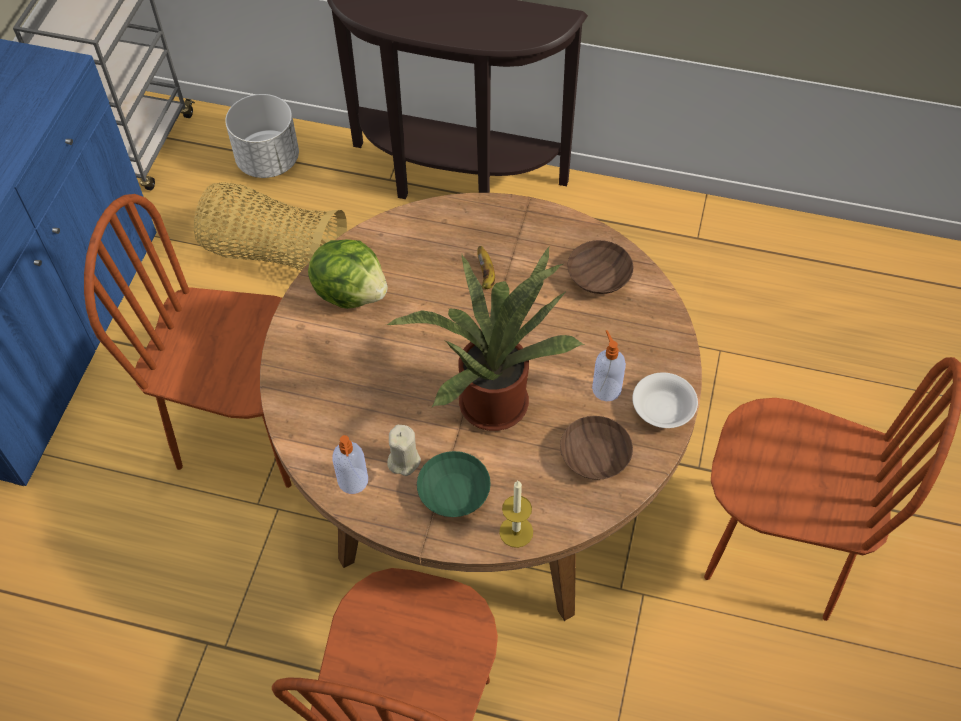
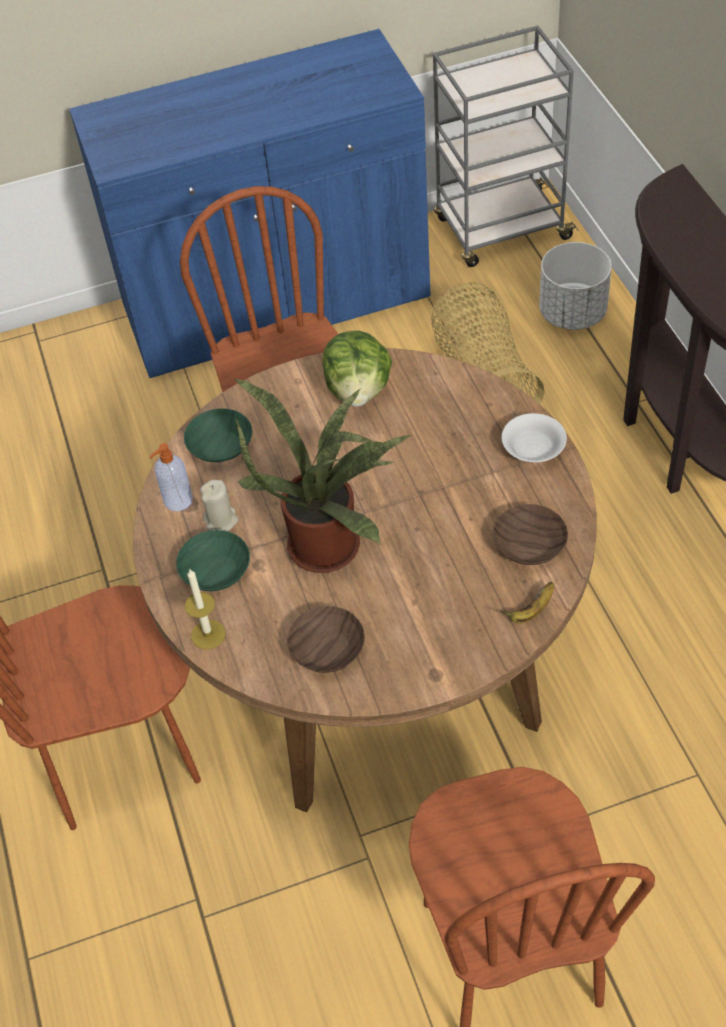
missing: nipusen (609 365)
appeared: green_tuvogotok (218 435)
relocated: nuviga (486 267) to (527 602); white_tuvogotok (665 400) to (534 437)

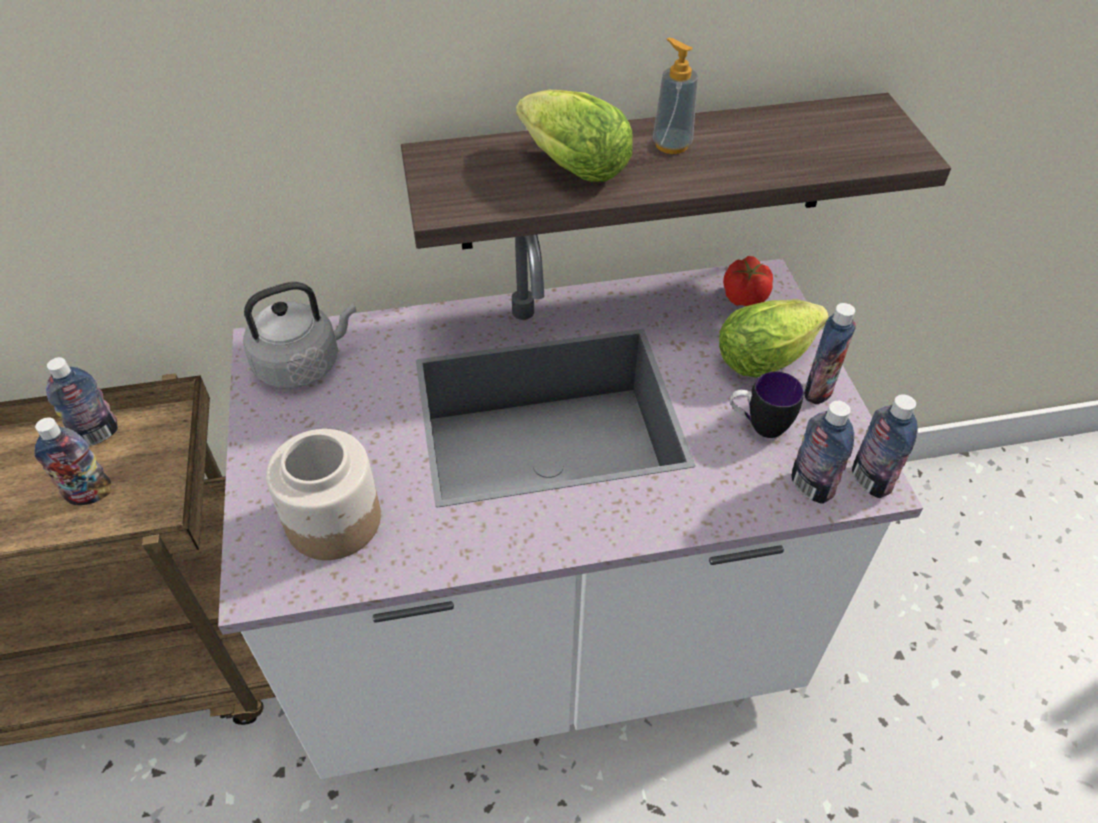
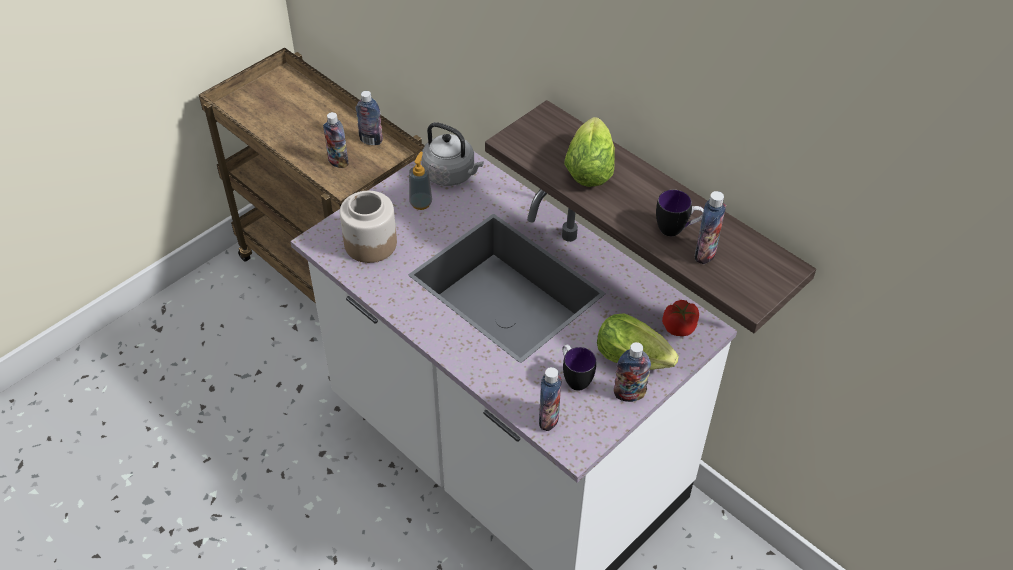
appeared: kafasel (680 213)
relocated: nipusen (675 96) to (420 181); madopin (885 446) to (710 227)

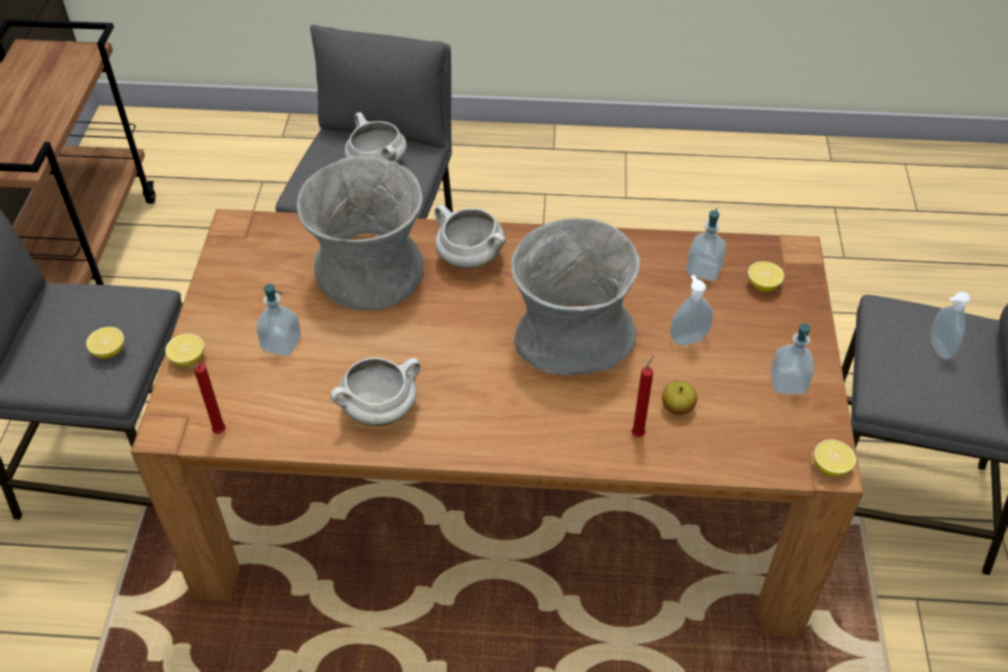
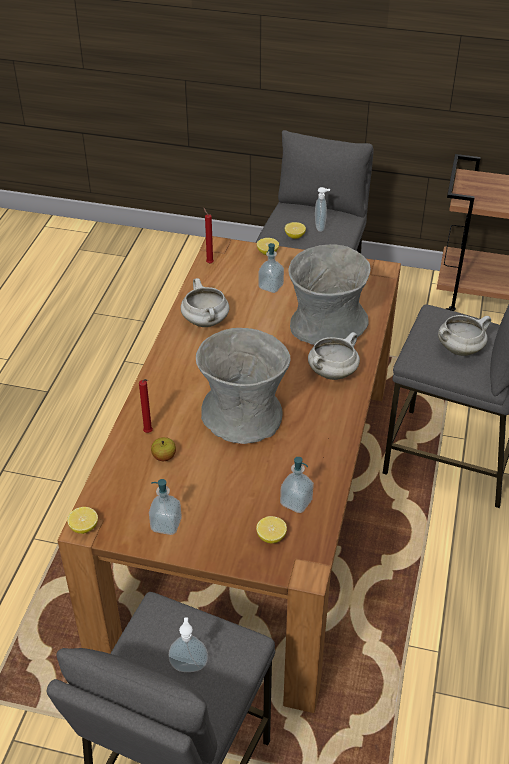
relocated: nipusen (691 310) to (322 209)

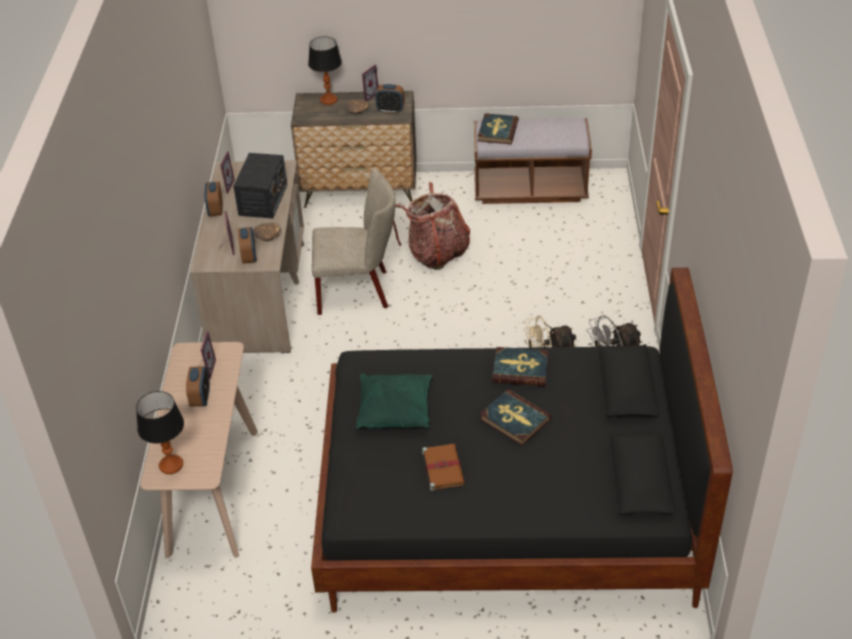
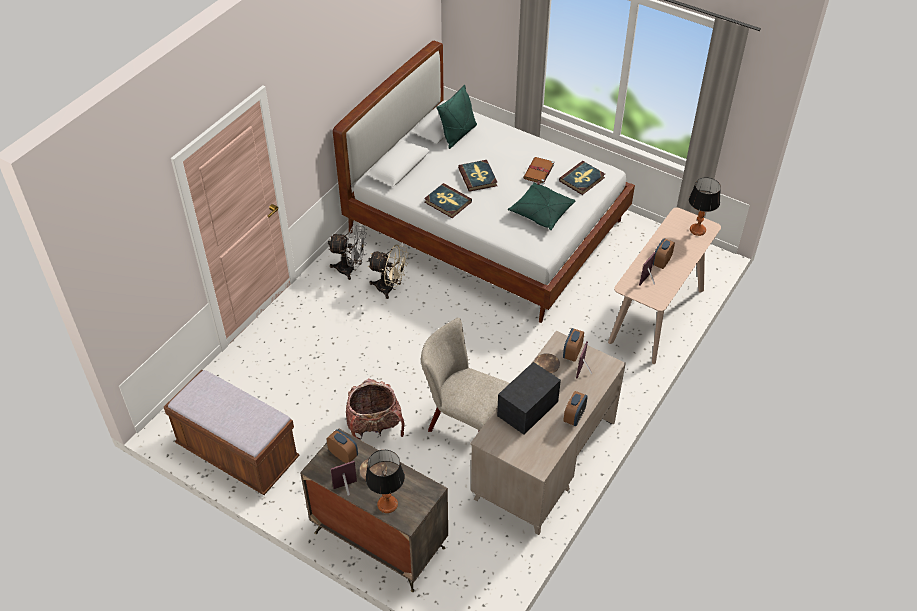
missing: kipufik (227 172)
appeared: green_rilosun (457 117)
relocated: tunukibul (498 128) to (582 178)
colour: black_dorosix (522 440) to white_dorosix (484 182)

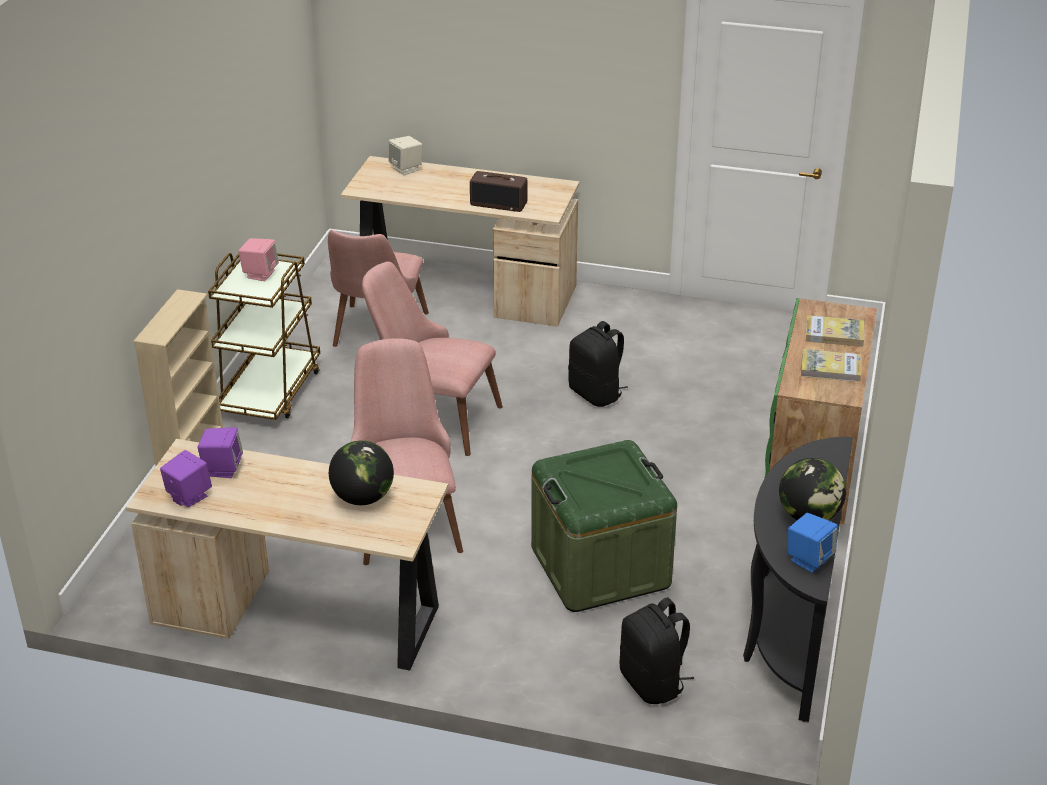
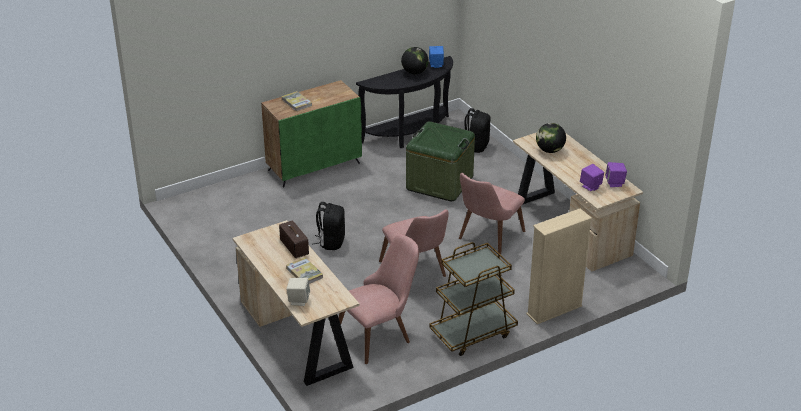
missing: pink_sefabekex (258 259)
relocated: tunukibul (831 365) to (304 270)

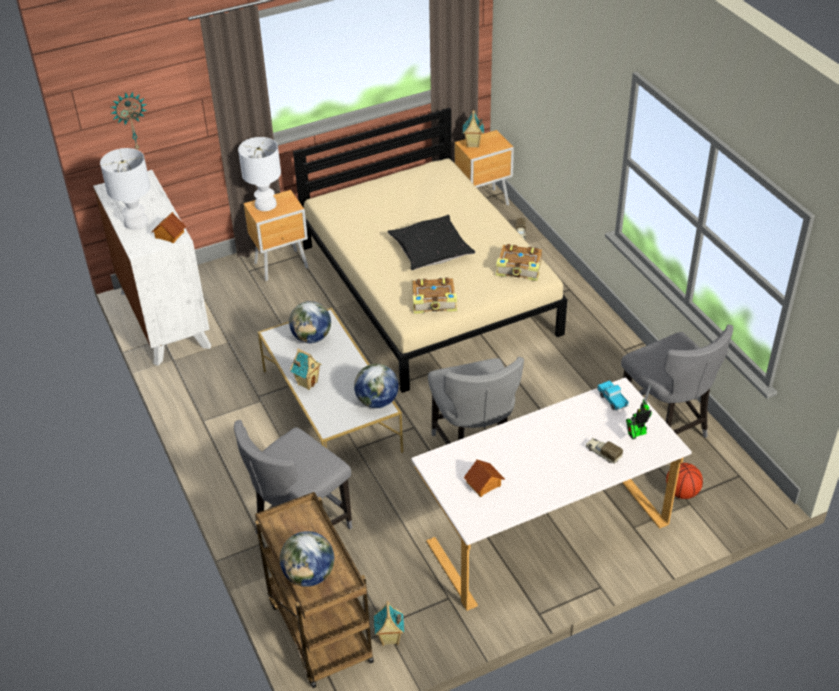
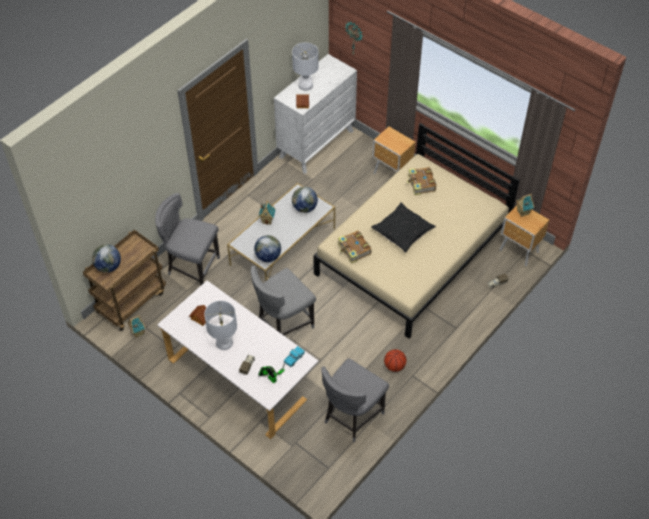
relocated: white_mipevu (259 174) to (220 325); tunukibul (519 262) to (421 181); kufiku (684 481) to (395 360)

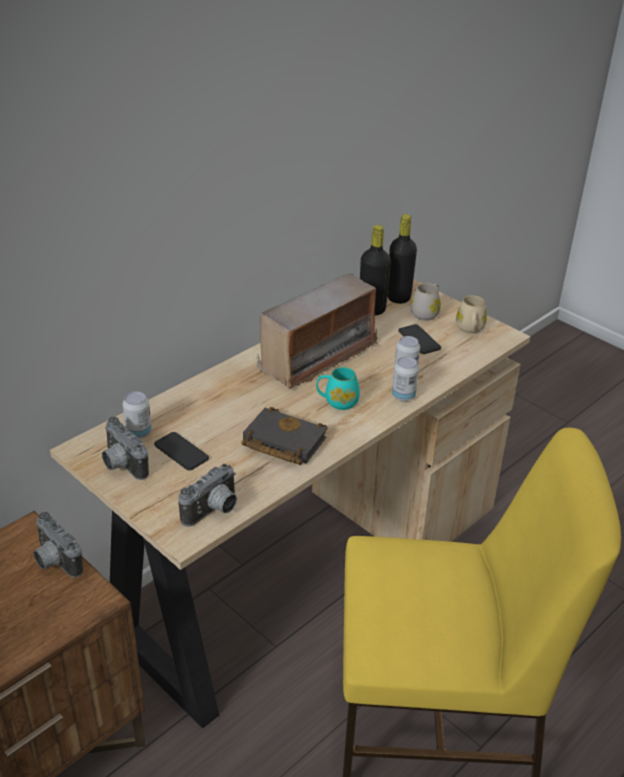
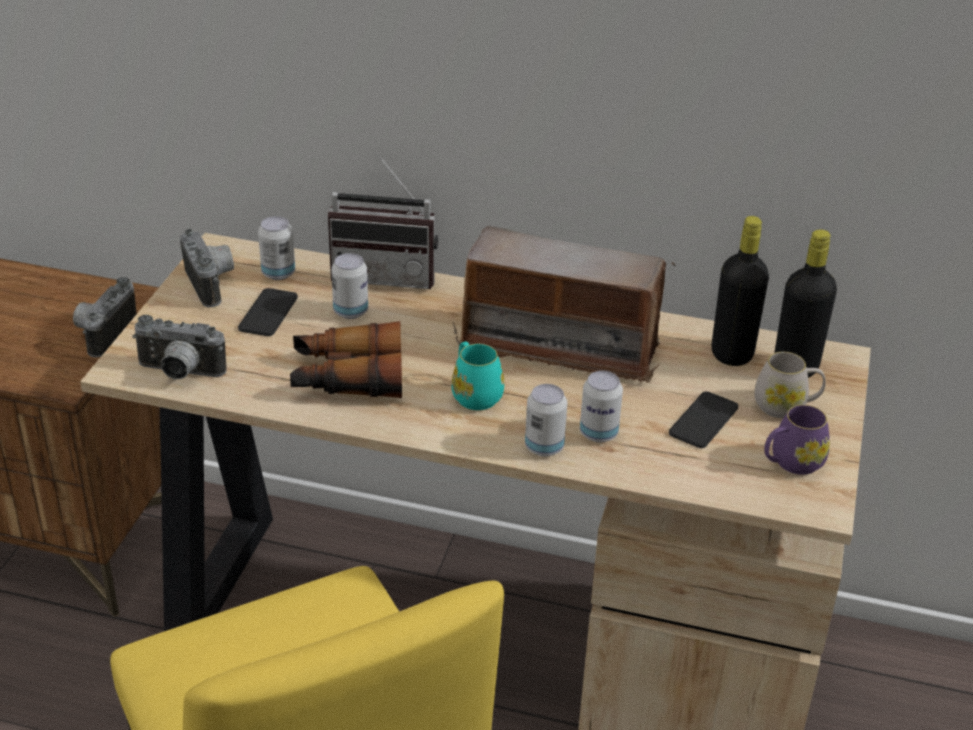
appeared: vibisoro (383 221); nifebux (349 286)
exchanged: black_tunukibul (284 436) to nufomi (346 359)
colour: beige_kafasel (471 314) to purple_kafasel (797 440)
spun: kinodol (125 448) = (207 268) 135 degrees clockwise

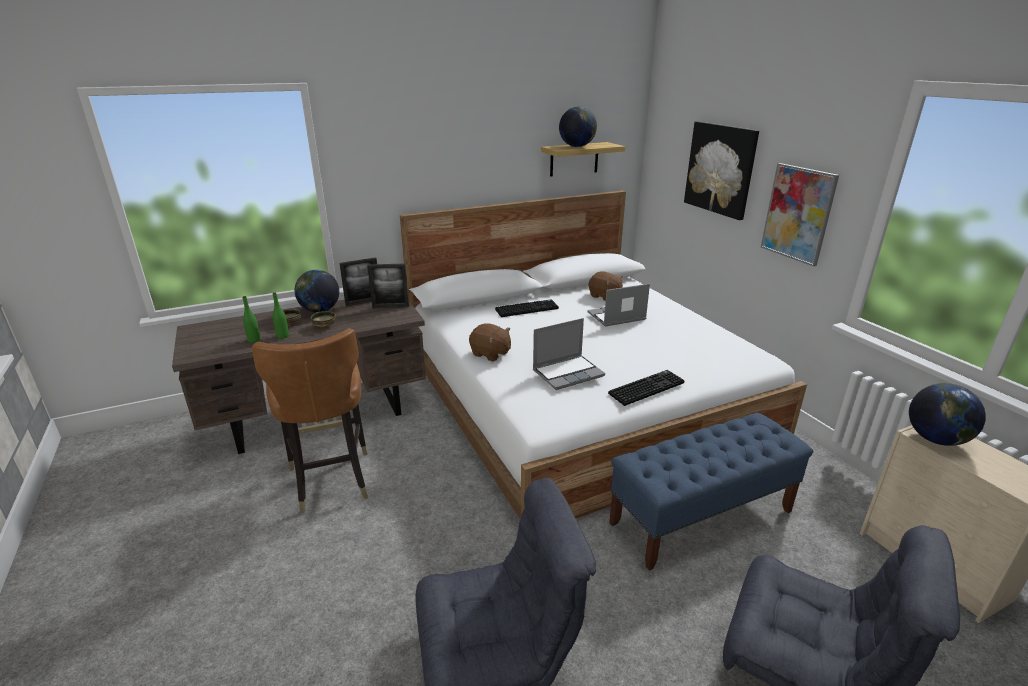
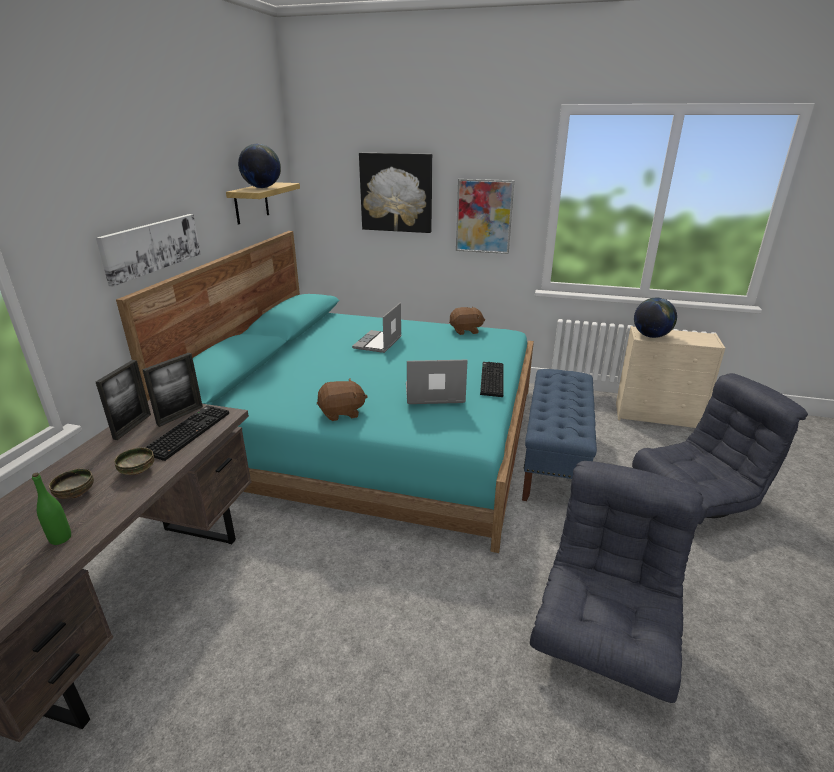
missing: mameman (317 291); green_madopin (281 316); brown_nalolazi (310 421)
appeared: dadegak (148 250)
relocated: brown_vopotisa (606 286) to (467 321); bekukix (527 308) to (187 433)
colour: white_dorosix (603 354) to turquoise_dorosix (325 392)
spun: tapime (569 354) = (437 382) 105 degrees counterclockwise

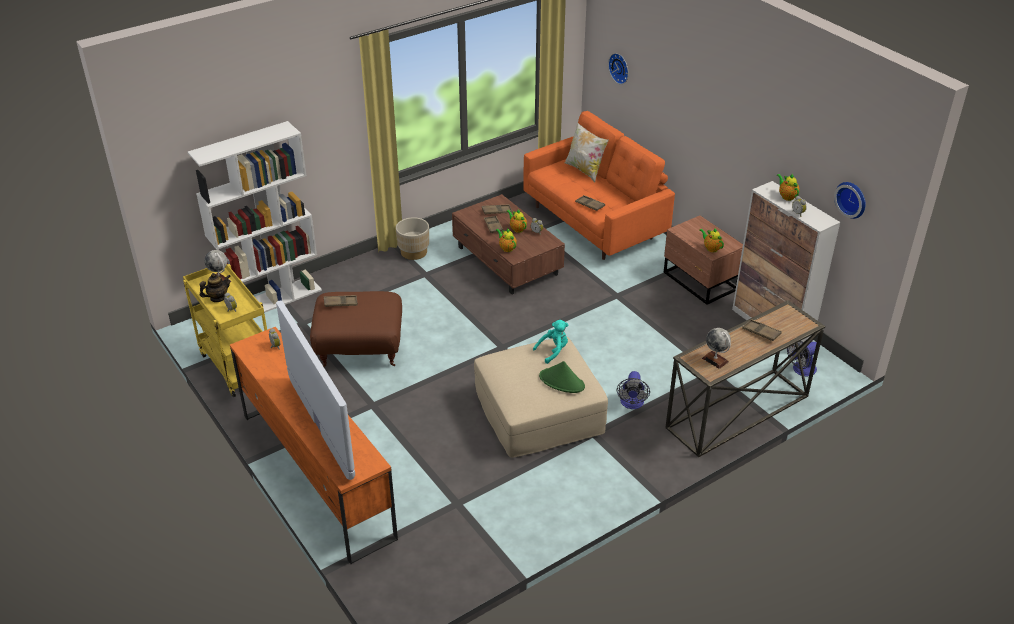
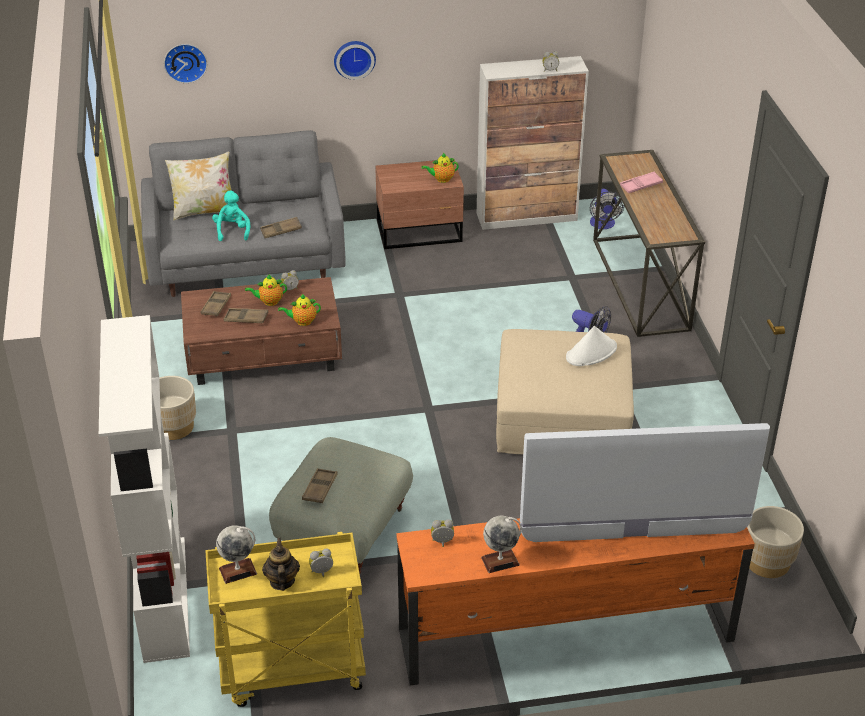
missing: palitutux (788 187)
appeared: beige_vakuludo (775 542)
relocated: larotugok (850 200) to (355 60); turquoise_vopotisa (550 342) to (231 216); mameman (716 348) to (501 544)
colour: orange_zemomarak (599 185) to grey_zemomarak (243 213); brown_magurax (356 329) to grey_magurax (341 505); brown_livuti (762 330) to pink_livuti (641 182); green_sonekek (562 377) to white_sonekek (591 346)

